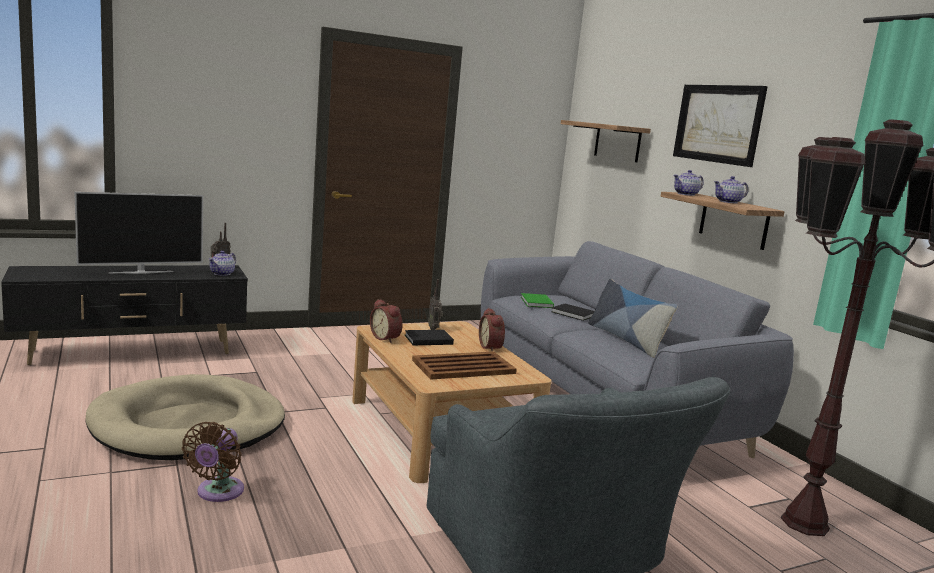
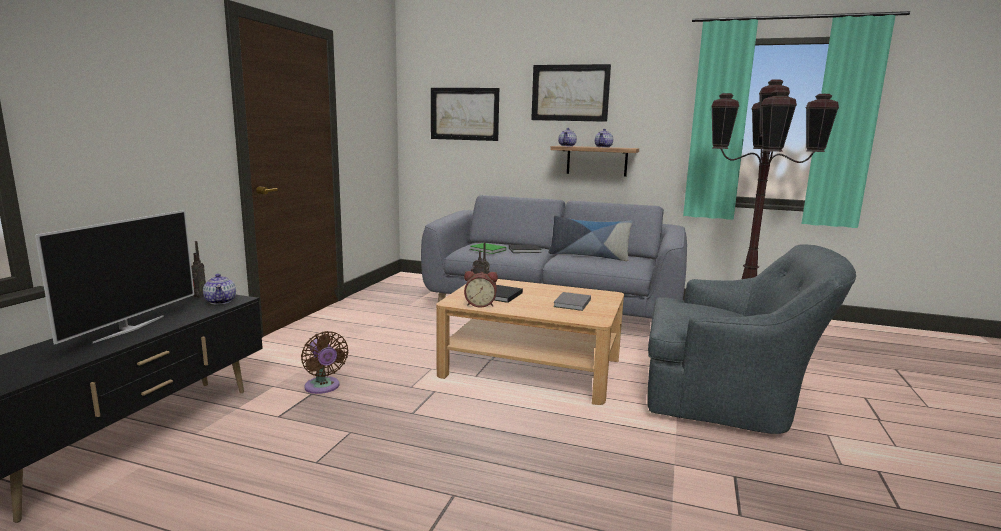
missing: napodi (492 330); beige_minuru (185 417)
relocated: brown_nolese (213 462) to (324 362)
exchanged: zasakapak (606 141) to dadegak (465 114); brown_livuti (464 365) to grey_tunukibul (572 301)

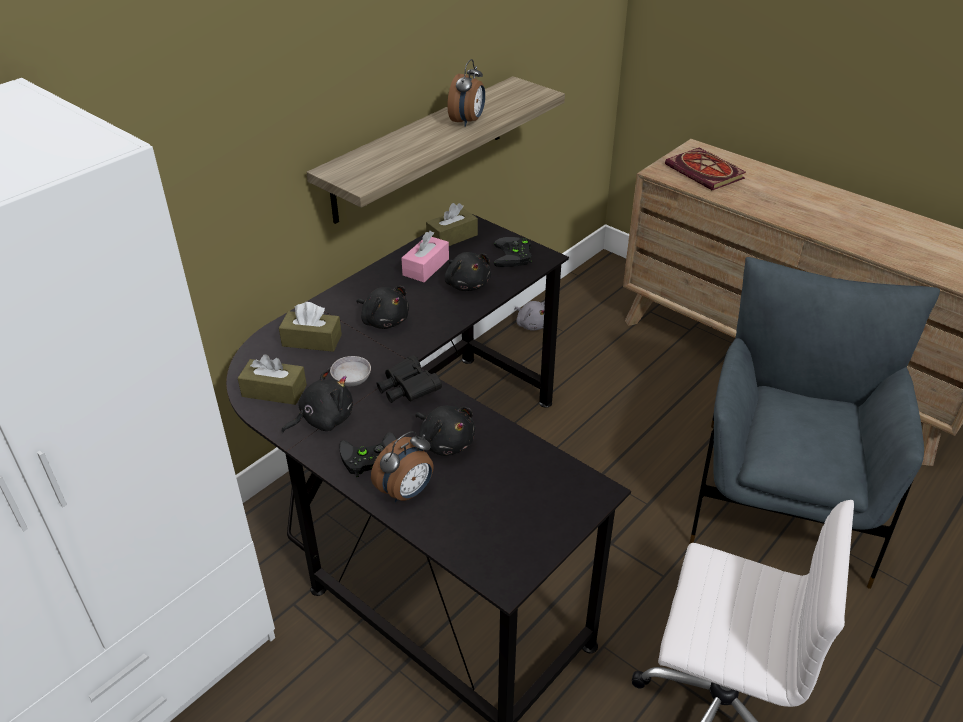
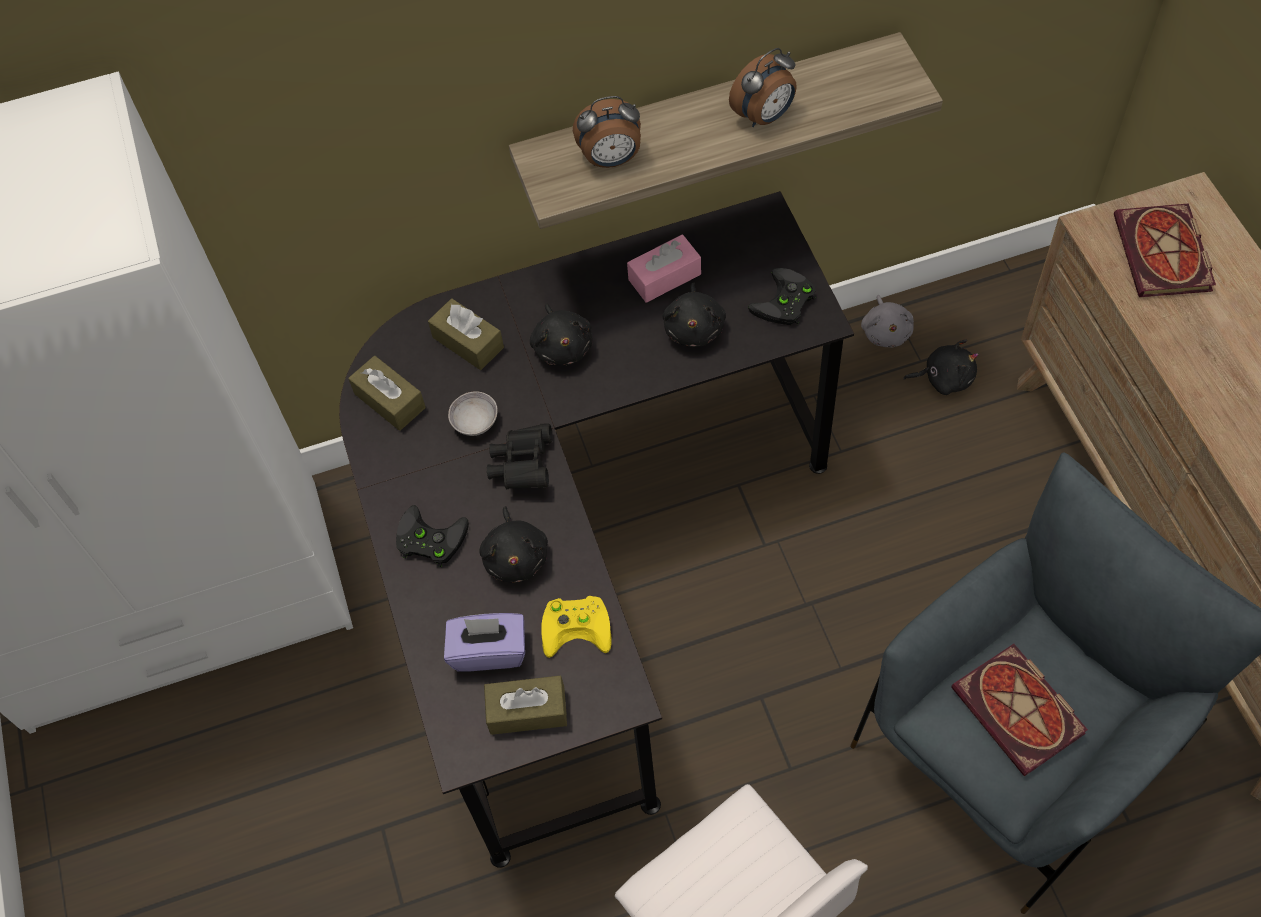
appeared: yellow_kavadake (576 627); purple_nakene (484 642); tunukibul (1019 710)
relocated: brown_nakene (452 224) to (525 705); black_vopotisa (317 400) to (941 367); napodi (402 467) to (607 132)

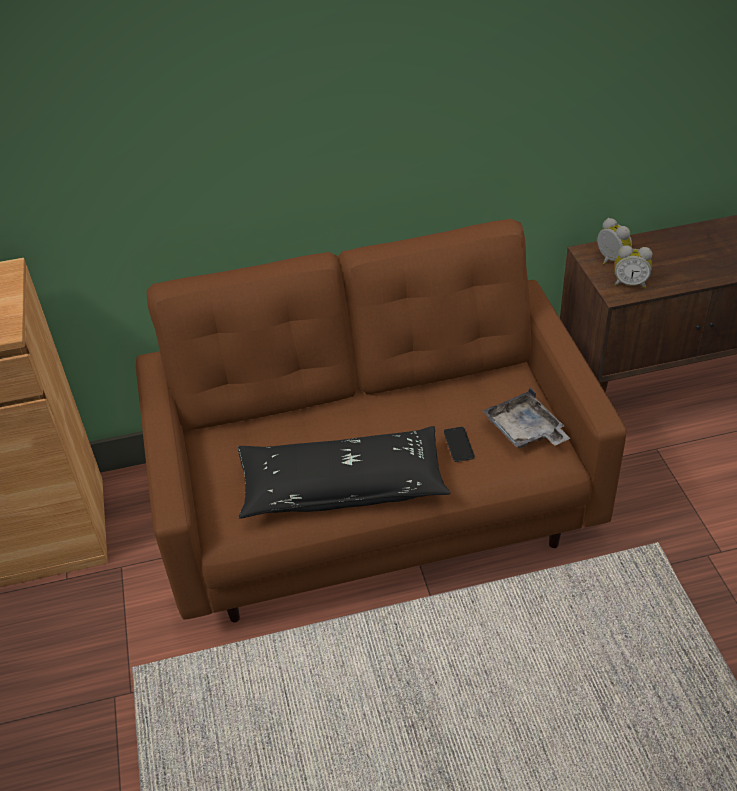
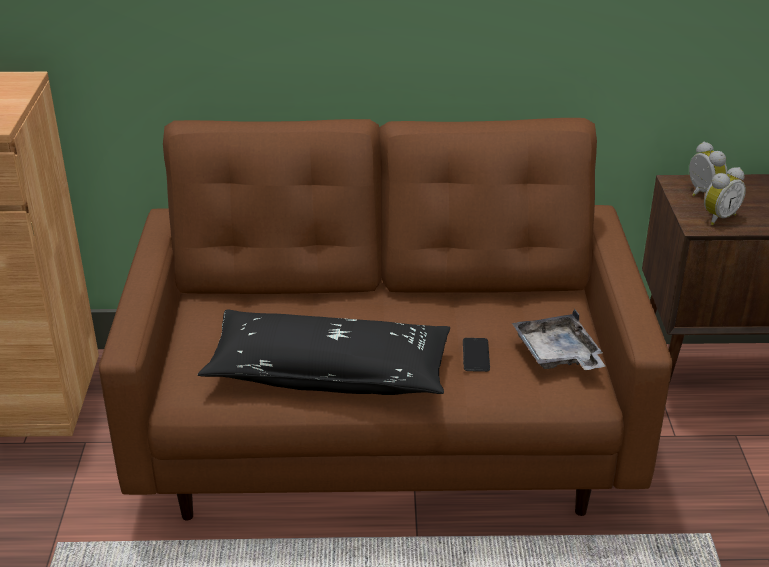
spun: napodi (633 266) = (725 196) 60 degrees counterclockwise

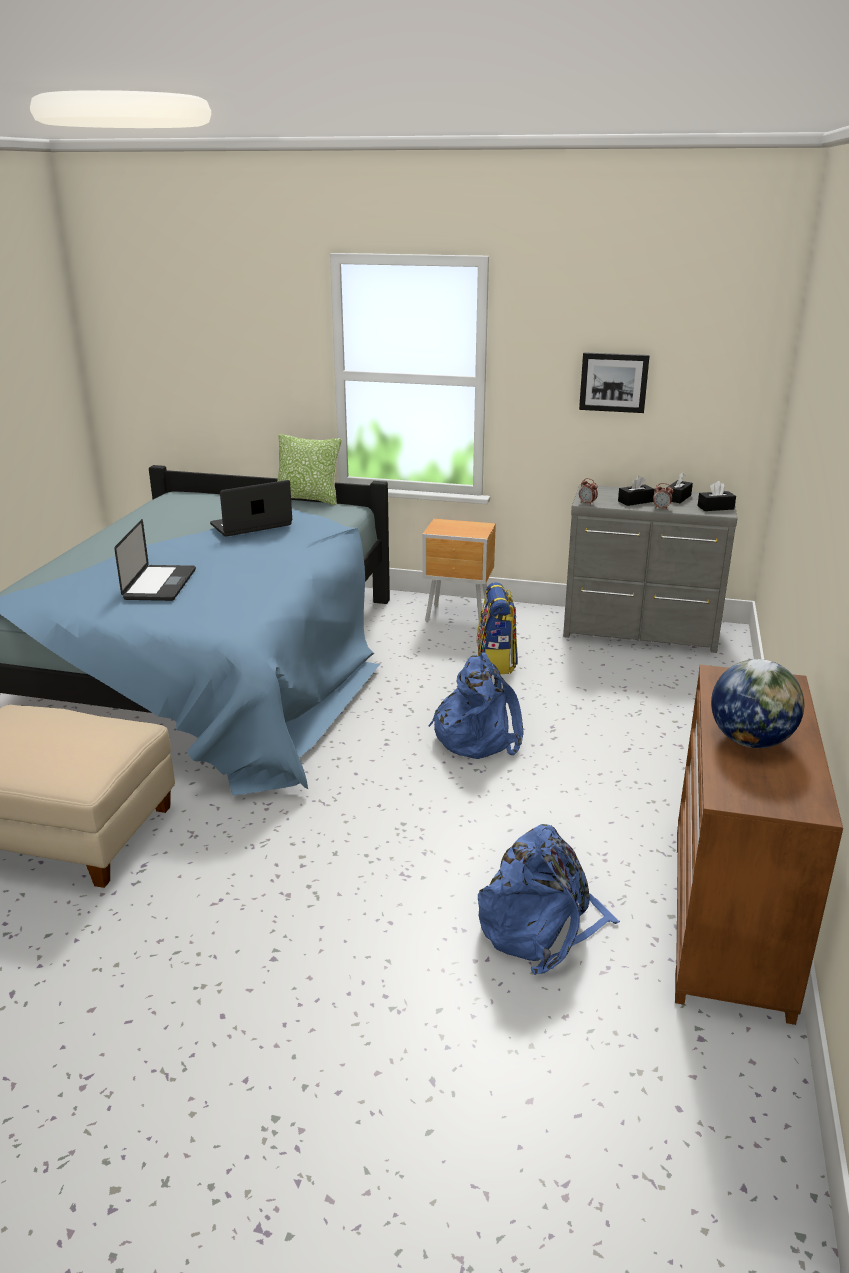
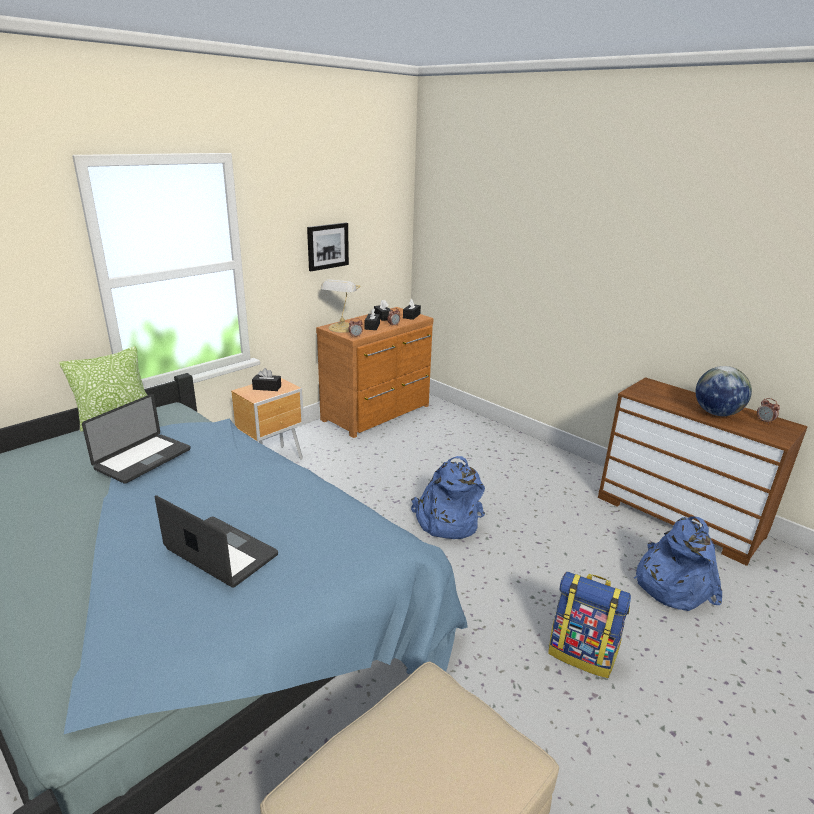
appeared: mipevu (340 306); black_nakene (266 379); napodi (768 411)
relocated: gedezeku (497 628) to (589 624)
colour: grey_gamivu (650 568) to brown_gamivu (374 372)
spun: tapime (251 508) = (136 439) 150 degrees counterclockwise

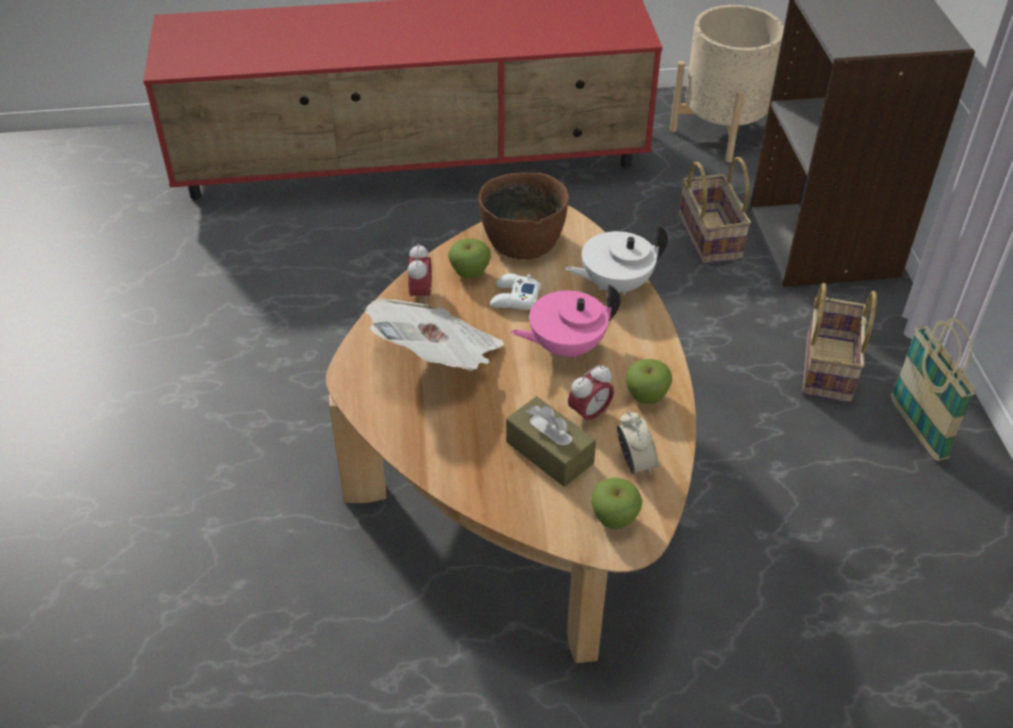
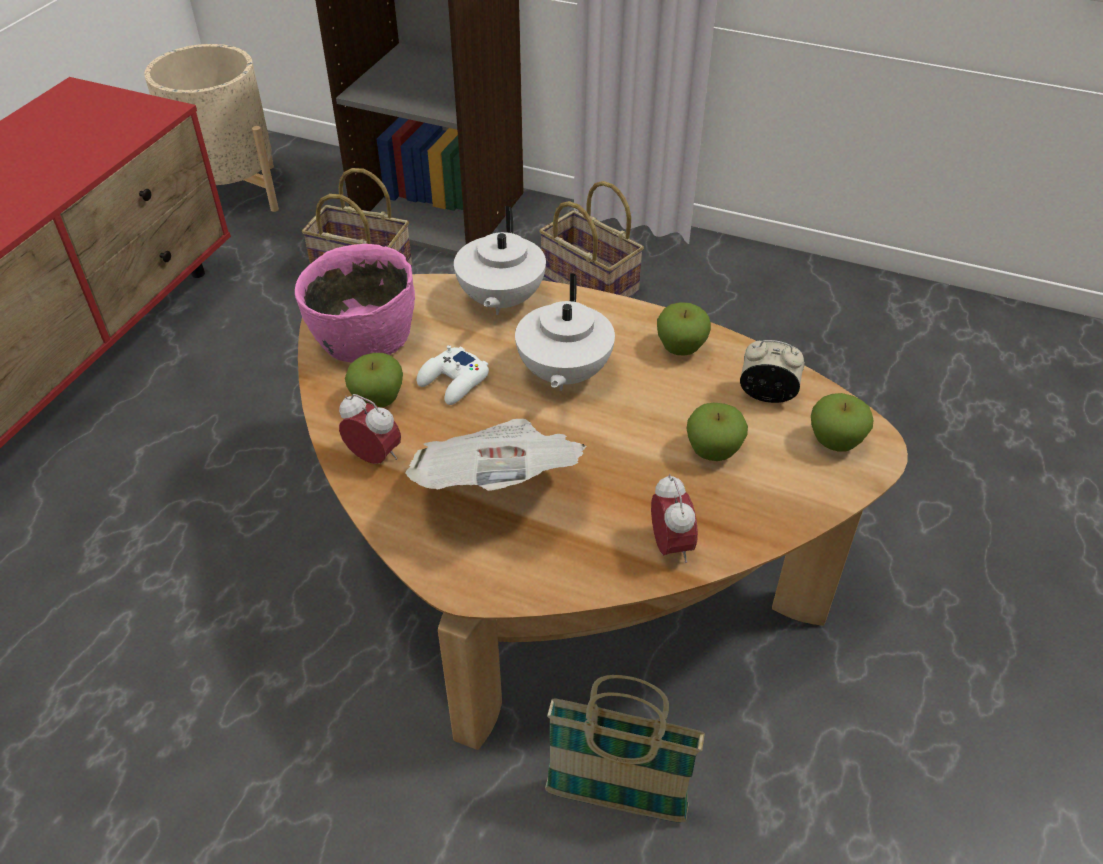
relocated: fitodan (934 389) to (625 748); napodi (591 396) to (674 518)
exchanged: brown_nakene (551 441) to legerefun (717 432)
colour: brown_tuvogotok (523 216) to pink_tuvogotok (355 303); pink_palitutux (566 321) to white_palitutux (565 332)

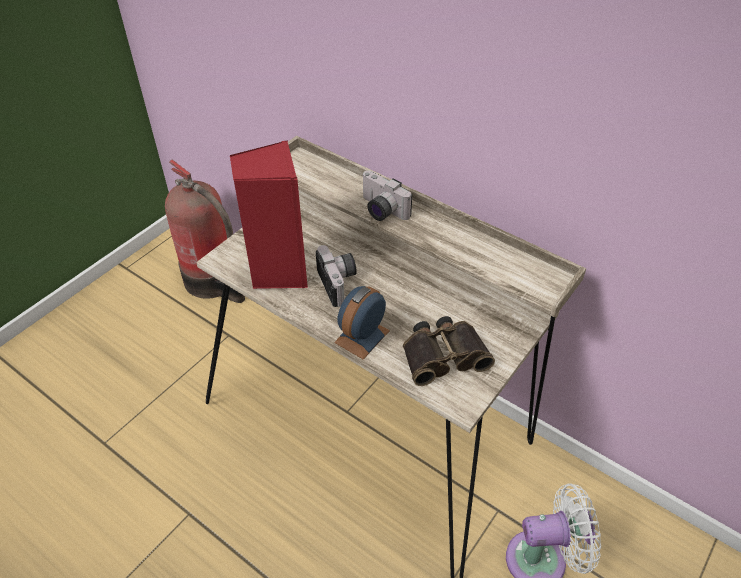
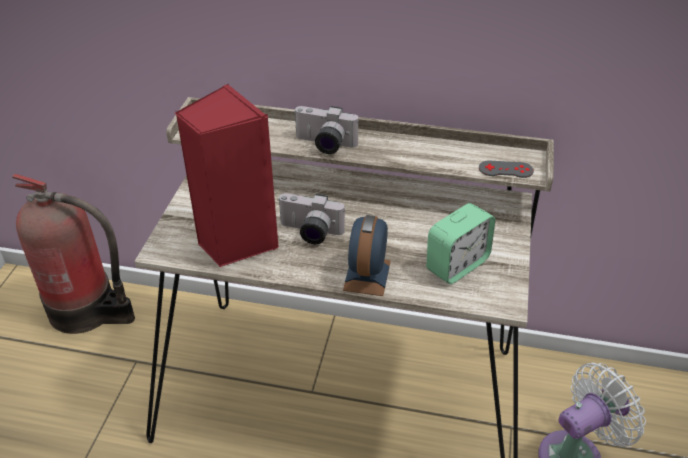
appeared: grey_kavadake (506 169)
exchanged: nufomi (449 351) to napodi (460 243)
spun: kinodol (336 276) = (311 218) 150 degrees clockwise

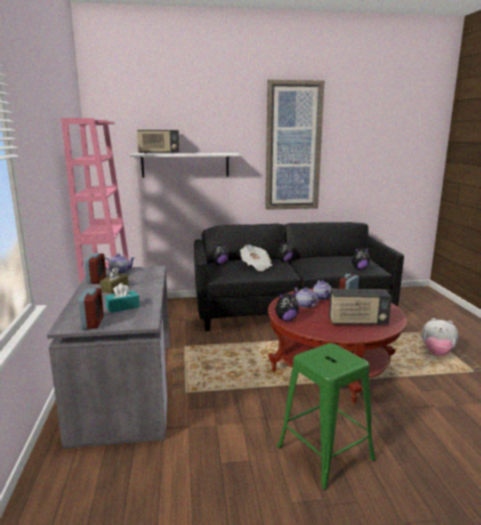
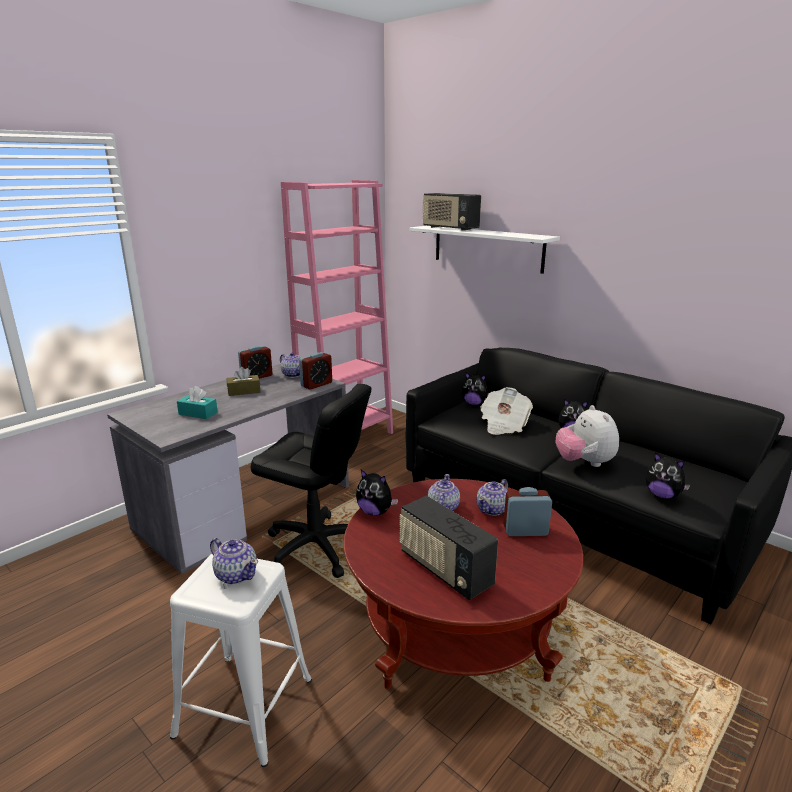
missing: dadegak (295 145)
appeared: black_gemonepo (311 481); palitutux (234 561)
relocated: napodi (91 308) to (315 371); vopotisa (440 337) to (587 436)
colour: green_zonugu (326 416) to white_zonugu (241 660)

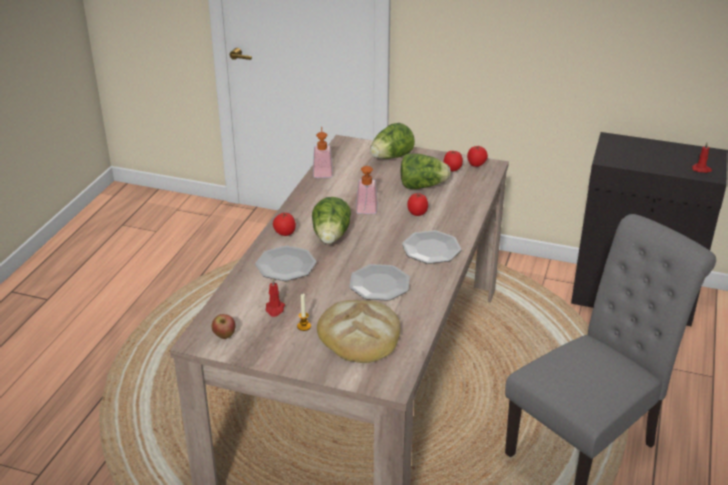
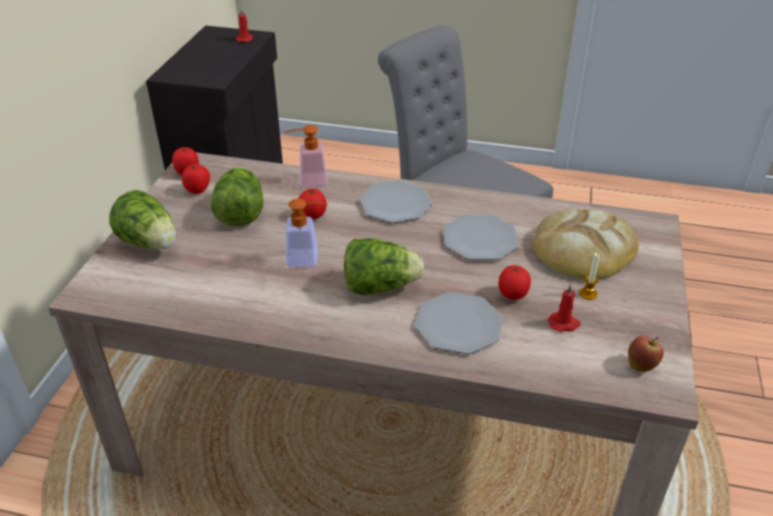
relocated: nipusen (323 152) to (306 156); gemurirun (284 224) to (514 282)

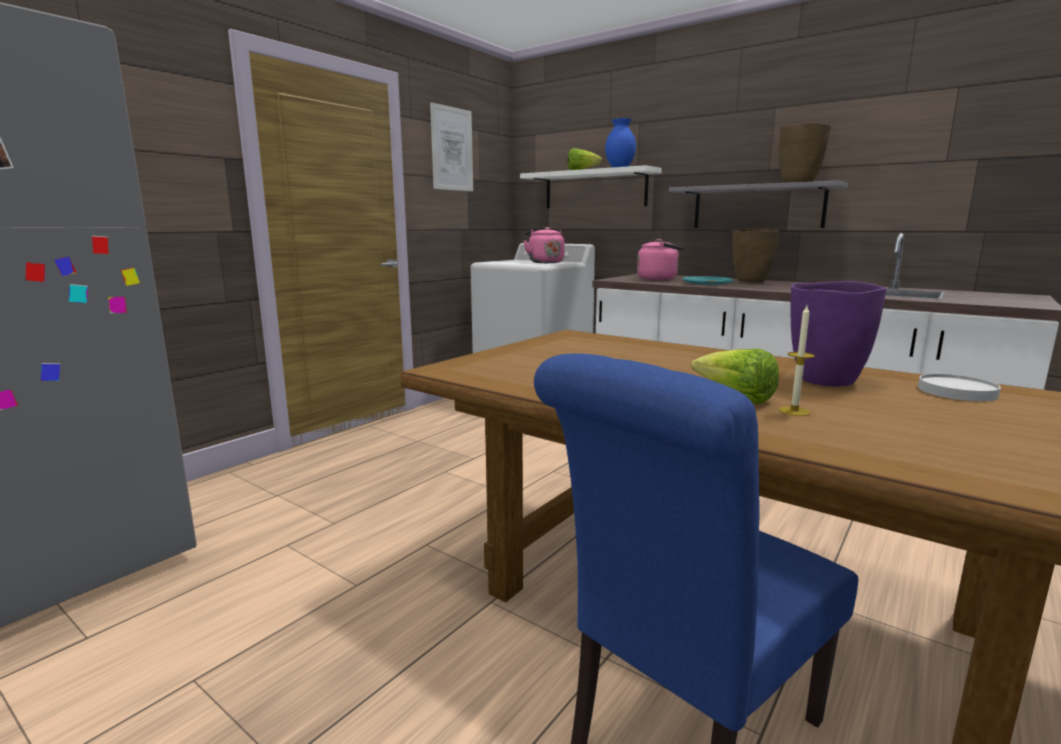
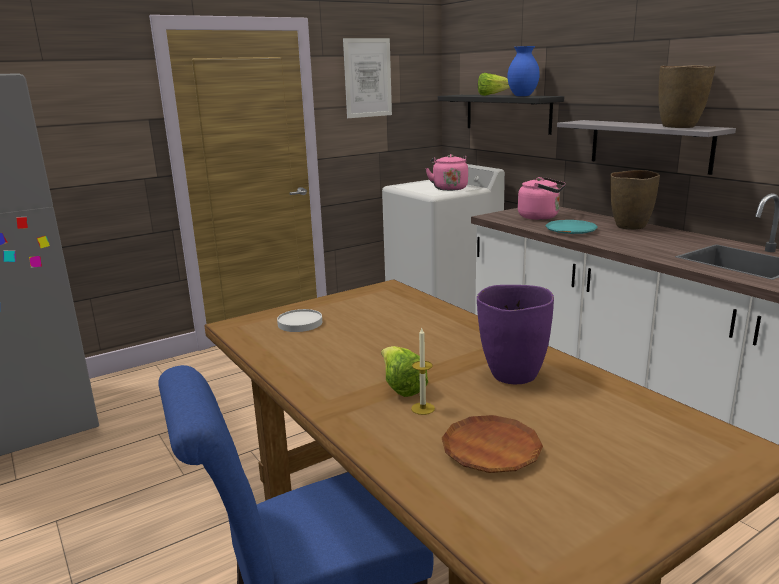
appeared: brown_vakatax (492 444)
relocated: white_vakatax (959 387) to (299 320)
colour: white_zasakapak (591 186) to black_zasakapak (501 115)

